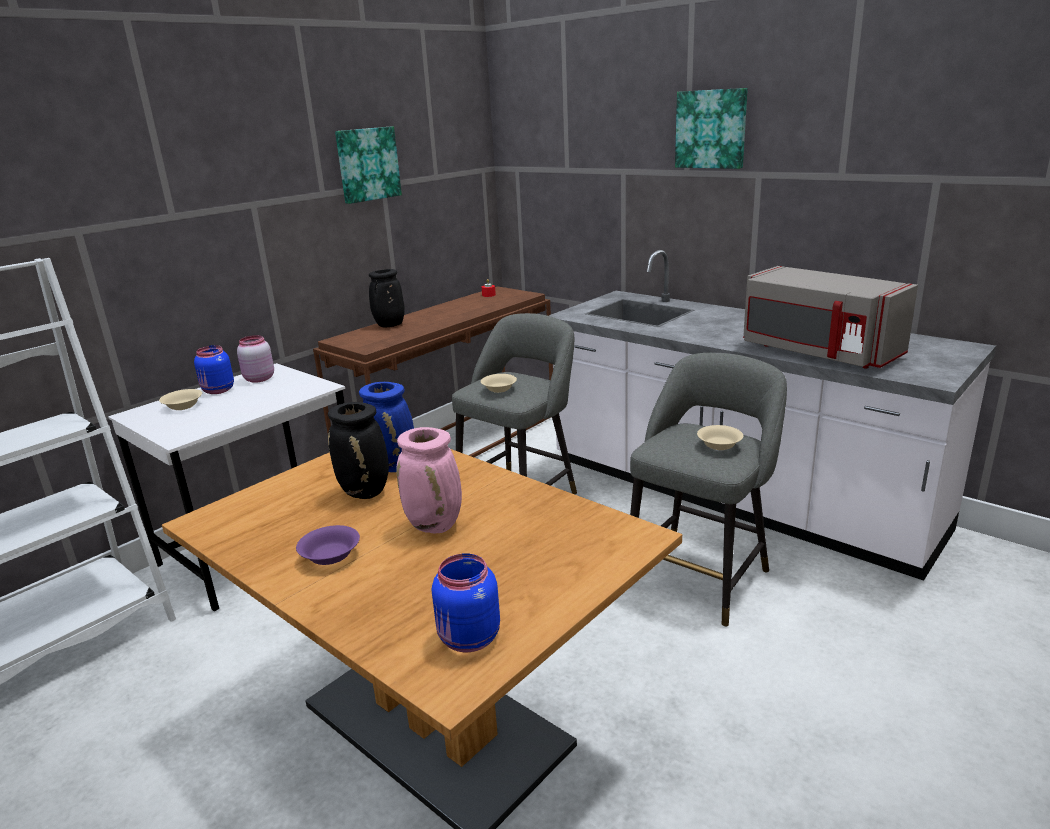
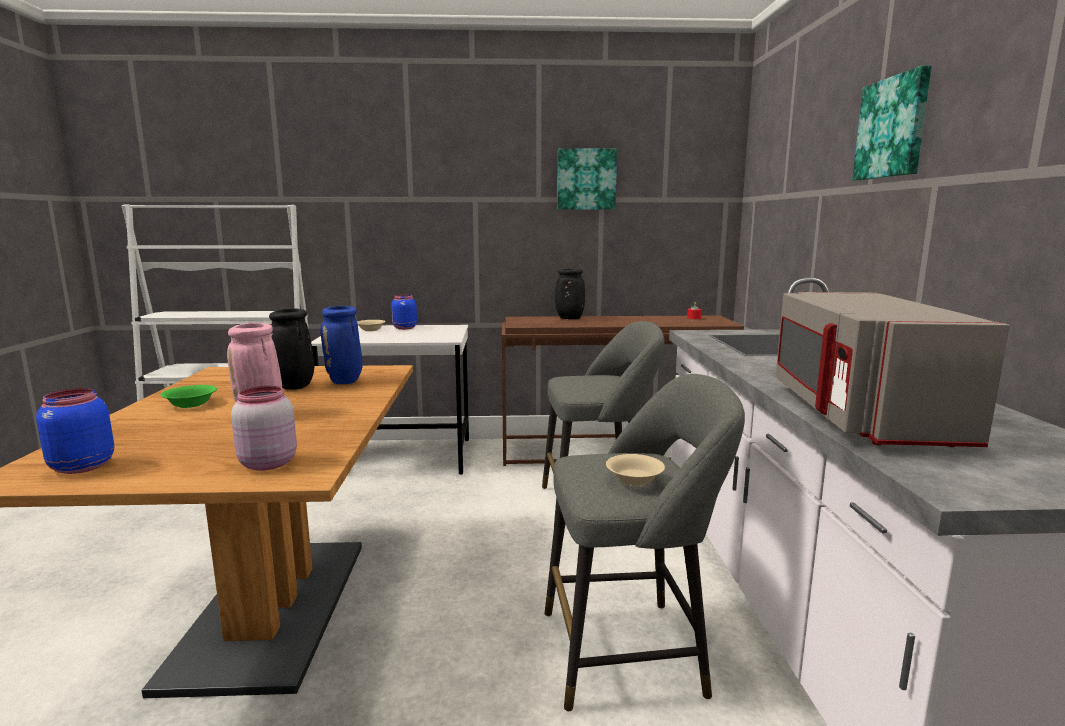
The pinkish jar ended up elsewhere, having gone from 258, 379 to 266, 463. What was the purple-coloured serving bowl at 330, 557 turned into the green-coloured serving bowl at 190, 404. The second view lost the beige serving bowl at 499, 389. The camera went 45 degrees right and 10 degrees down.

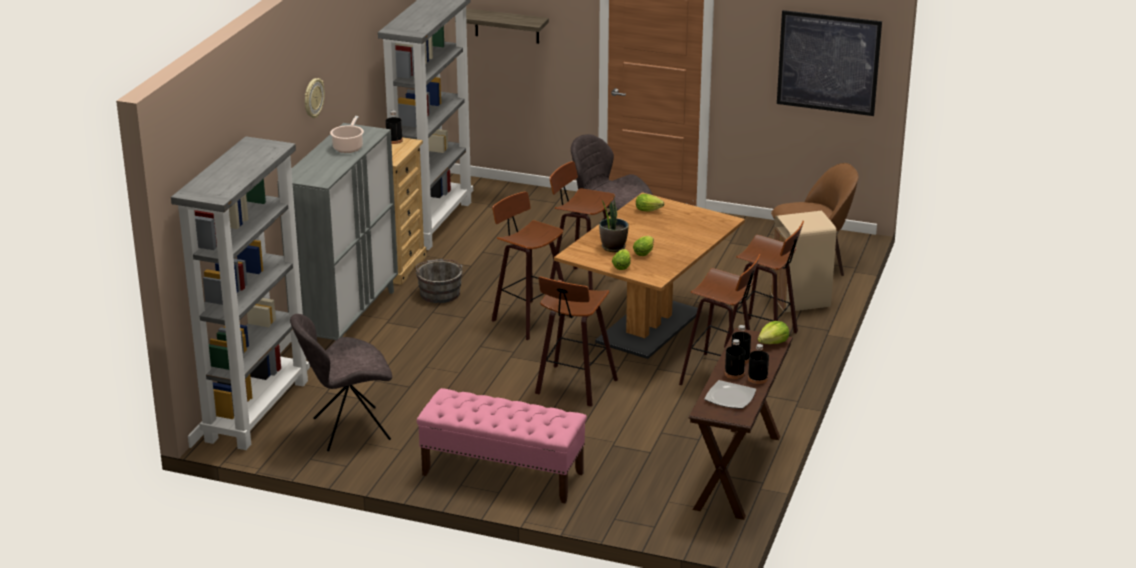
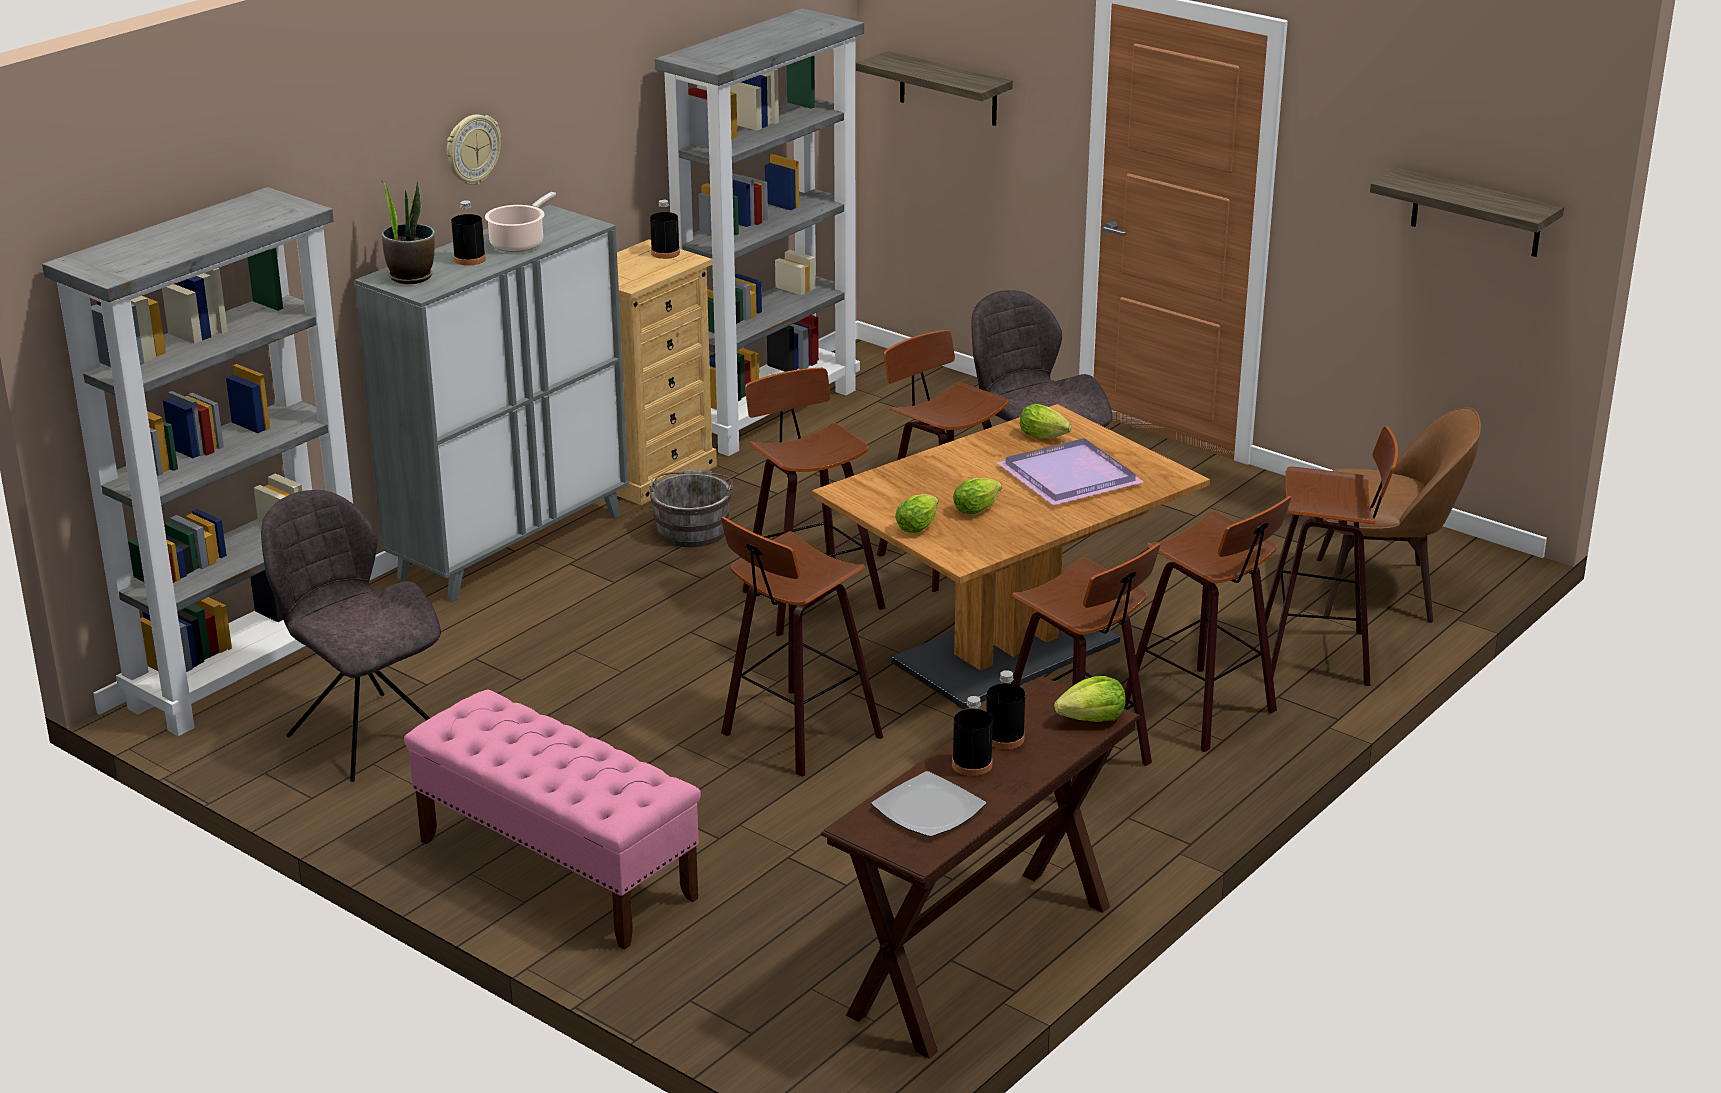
The gray plain chair at 348, 430 ended up facing another way, 45 degrees clockwise from before. The plant in a pot ended up elsewhere, having gone from 613, 247 to 411, 277. The black-coloured bottle ended up elsewhere, having gone from 757, 378 to 469, 259. Where the beige waste bin stood at 800, 301, the sitting stool came to stand at 1319, 655. Where the wall picture hung at 828, 62, the wall shelf came to hang at 1476, 213. The second view gained the purple-coloured serving tray at 1072, 477. The camera went 20 degrees right and 0 degrees up.

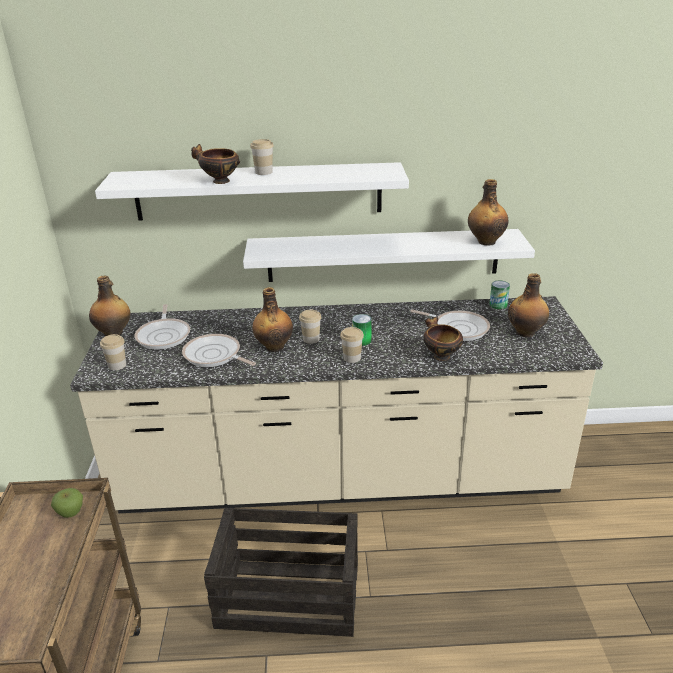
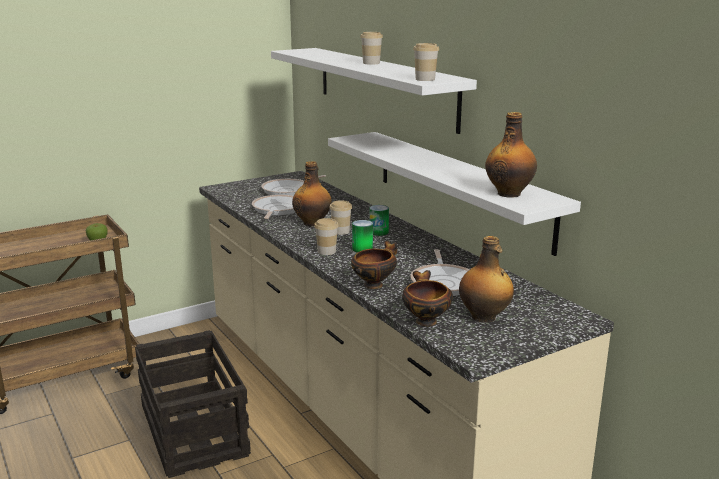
The second view lost the bottle at 114, 333. The cup ended up elsewhere, having gone from 117, 365 to 425, 79. The serving bowl ended up elsewhere, having gone from 219, 181 to 425, 320. The sealed can ended up elsewhere, having gone from 498, 305 to 379, 232. The camera went 60 degrees right and 10 degrees down.

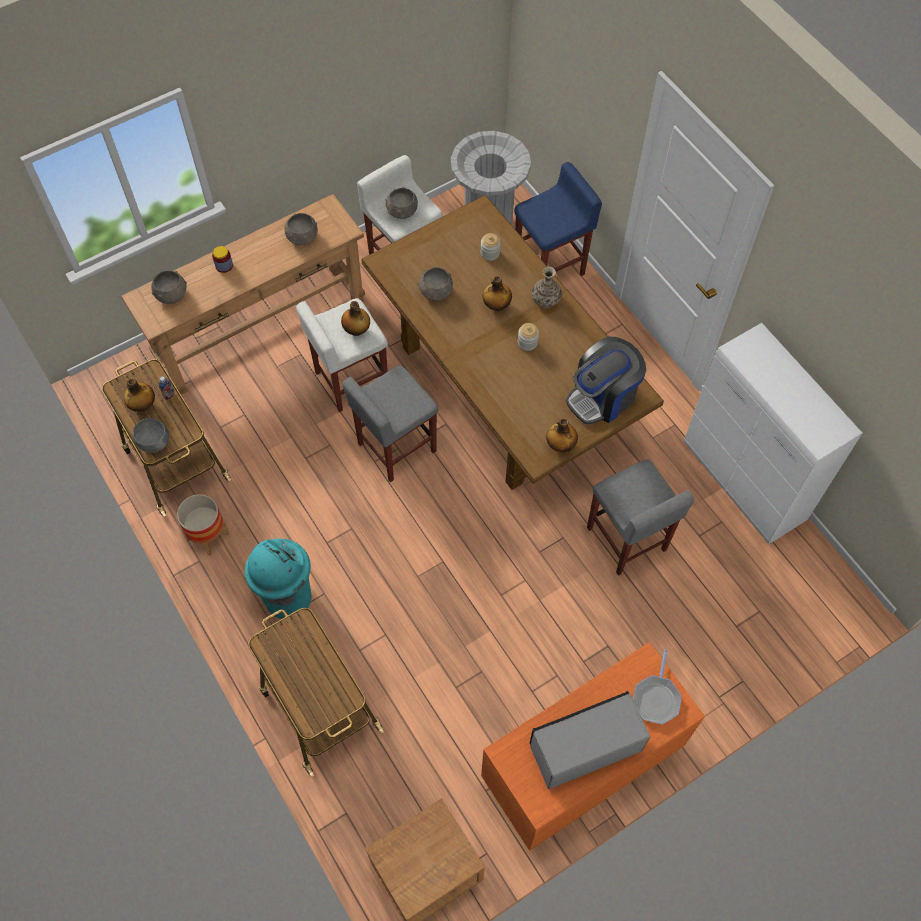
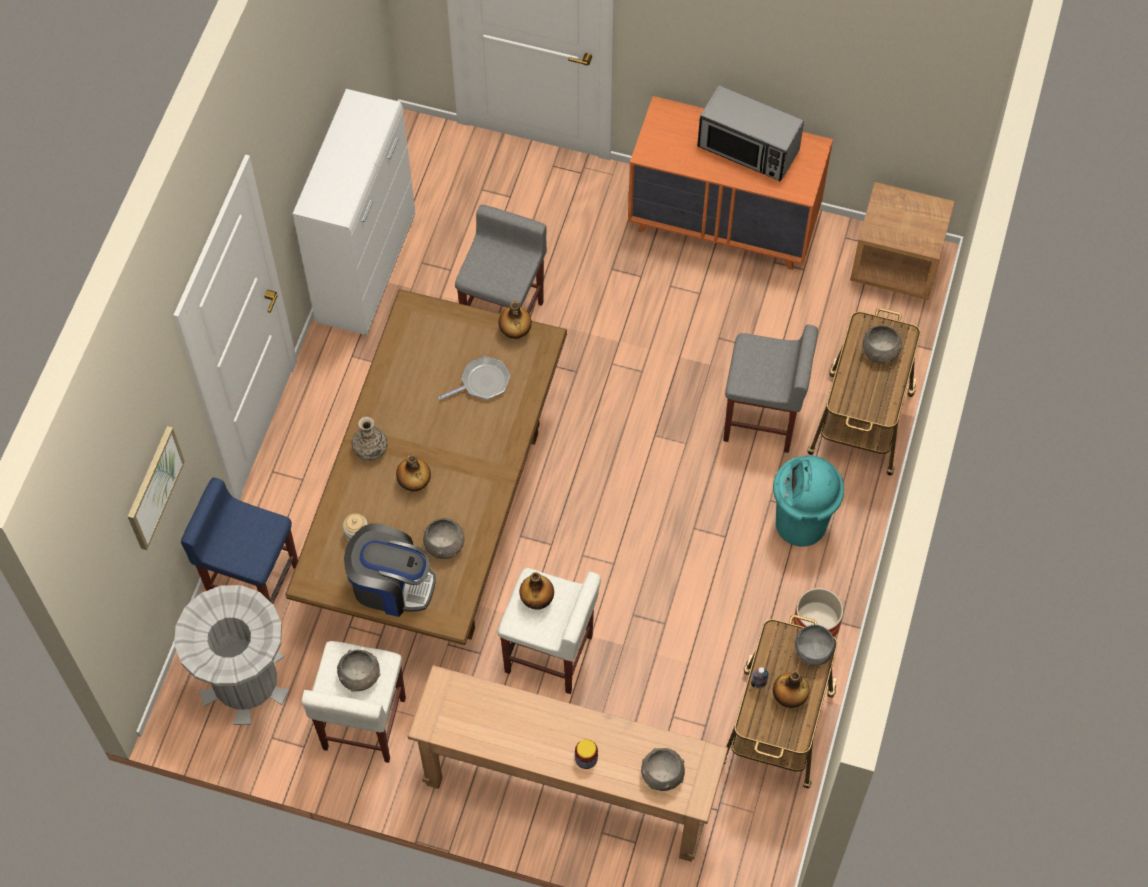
The gray serving bowl ended up elsewhere, having gone from 302, 237 to 880, 351. The gray sitting stool ended up elsewhere, having gone from 396, 448 to 762, 420. The second view lost the jar at 527, 342. The coffee maker ended up elsewhere, having gone from 603, 397 to 391, 585. The pan ended up elsewhere, having gone from 656, 698 to 482, 382. The second view gained the wall picture at 154, 487. The camera went 130 degrees left and 0 degrees up.

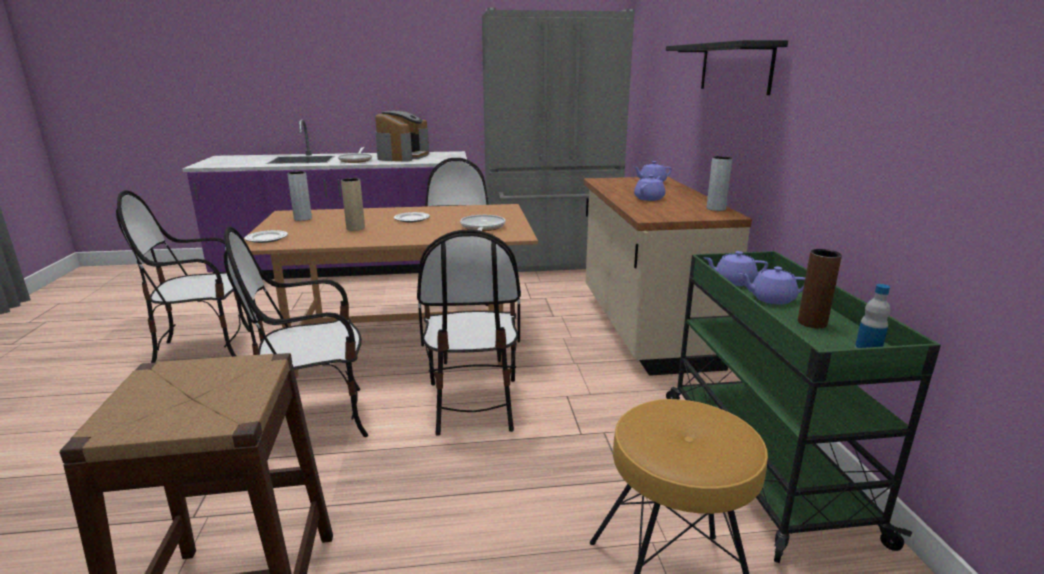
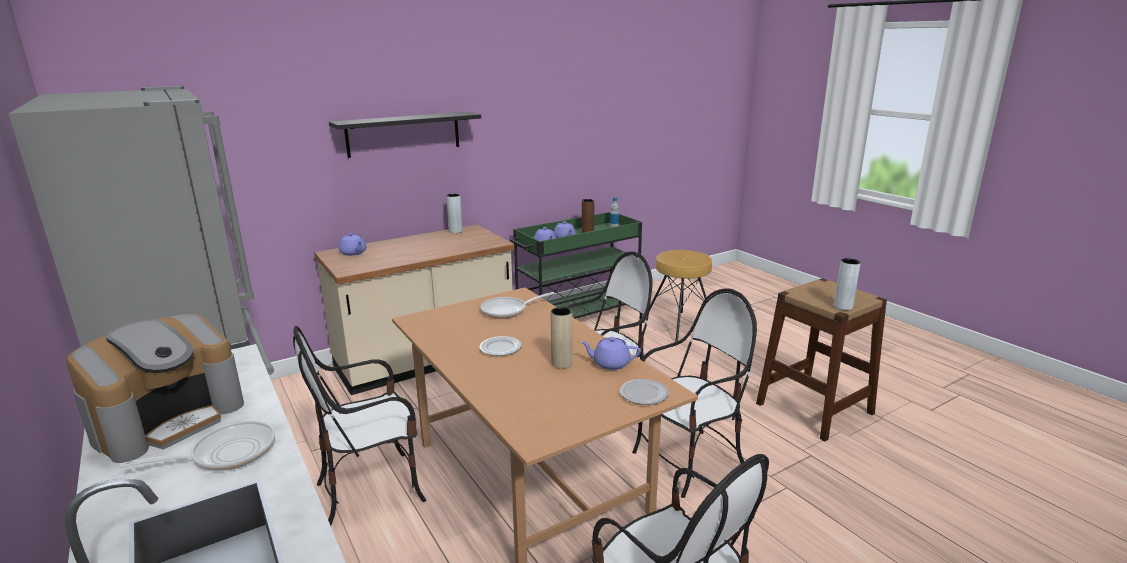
The plain chair at 315, 419 ended up facing another way, 75 degrees counterclockwise from before. The gray flower vase ended up elsewhere, having gone from 303, 218 to 843, 306. The coffee maker at 403, 156 ended up facing another way, 135 degrees clockwise from before. The purple-coloured tea pot ended up elsewhere, having gone from 649, 198 to 610, 363. The camera went 115 degrees left and 0 degrees up.

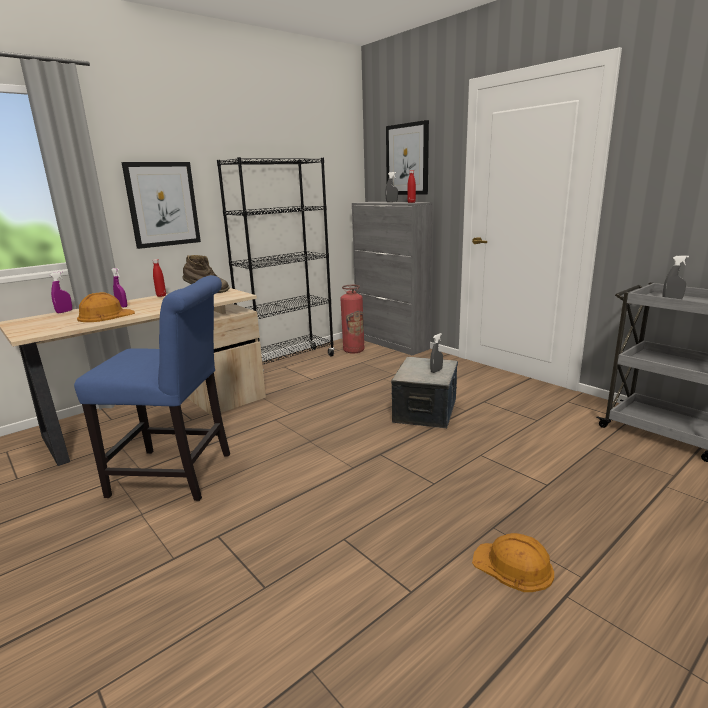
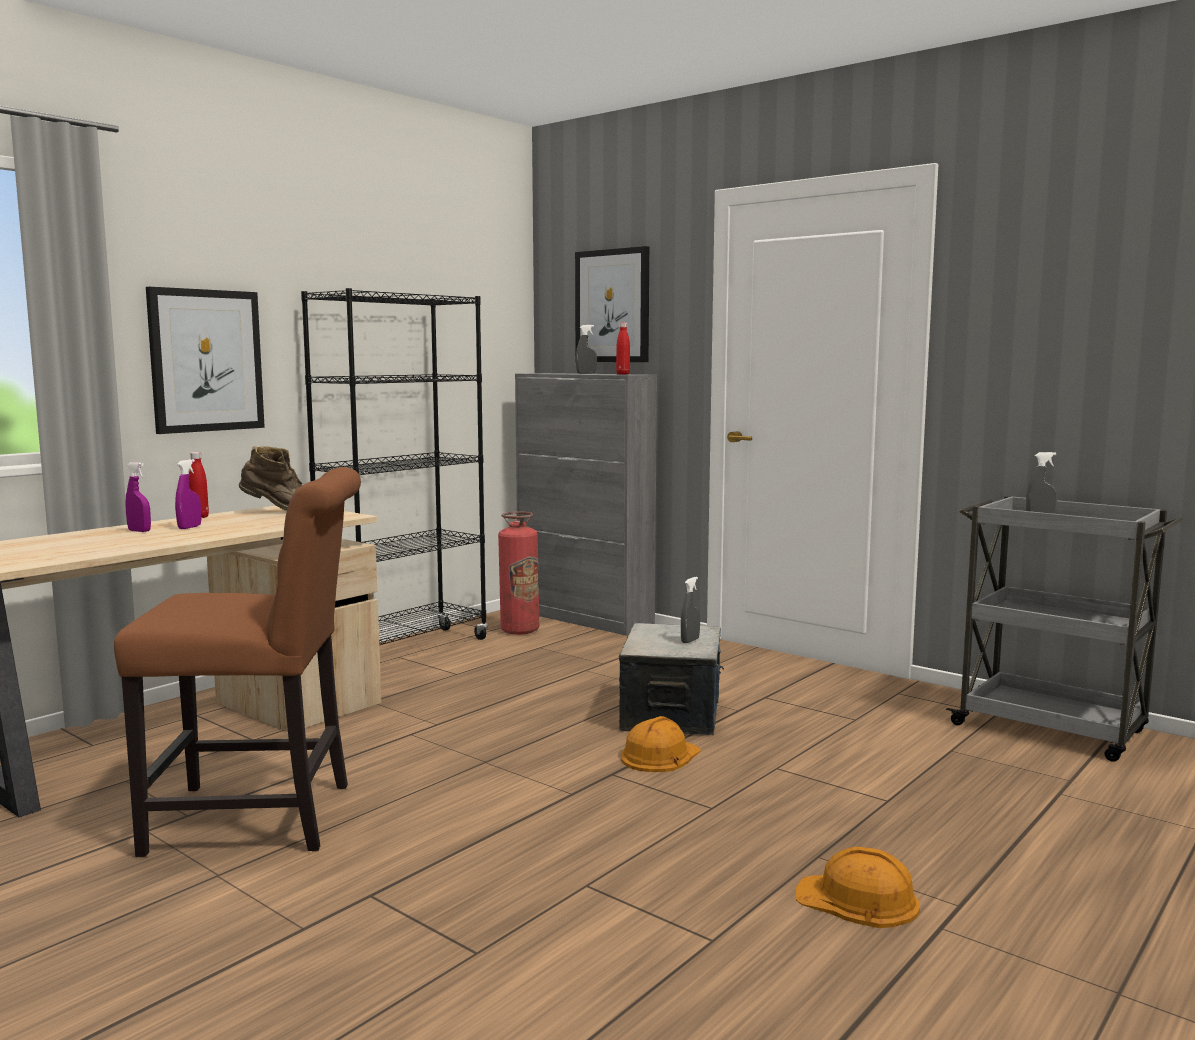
The purple-coloured spray bottle ended up elsewhere, having gone from 64, 312 to 189, 527. What was the blue plain chair at 178, 475 turned into the brown plain chair at 262, 819. The orange work helmet ended up elsewhere, having gone from 105, 315 to 659, 755. The camera went 10 degrees left and 10 degrees down.

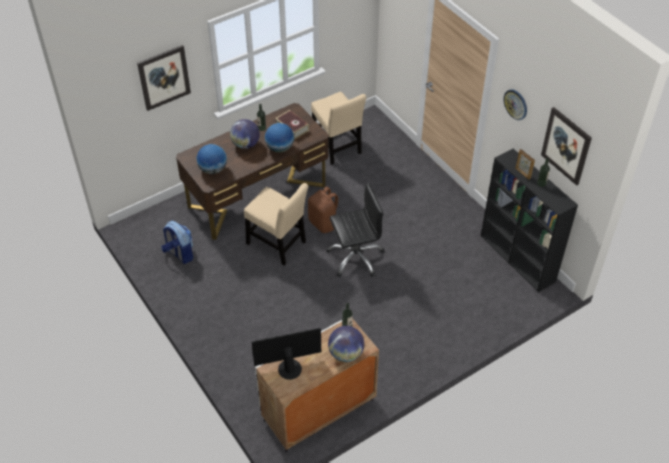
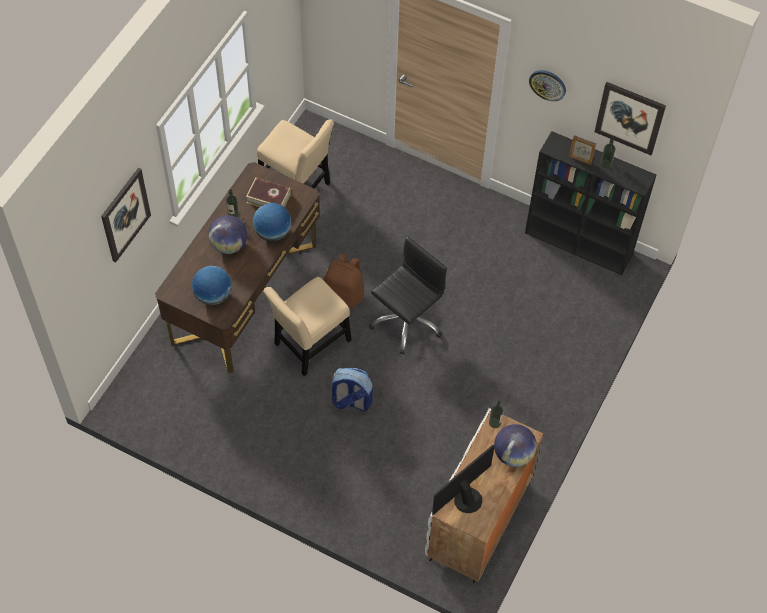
The knapsack ended up elsewhere, having gone from 179, 254 to 351, 401. The beige plain chair at 278, 244 ended up facing another way, 135 degrees clockwise from before. The camera went 30 degrees left and 10 degrees up.

